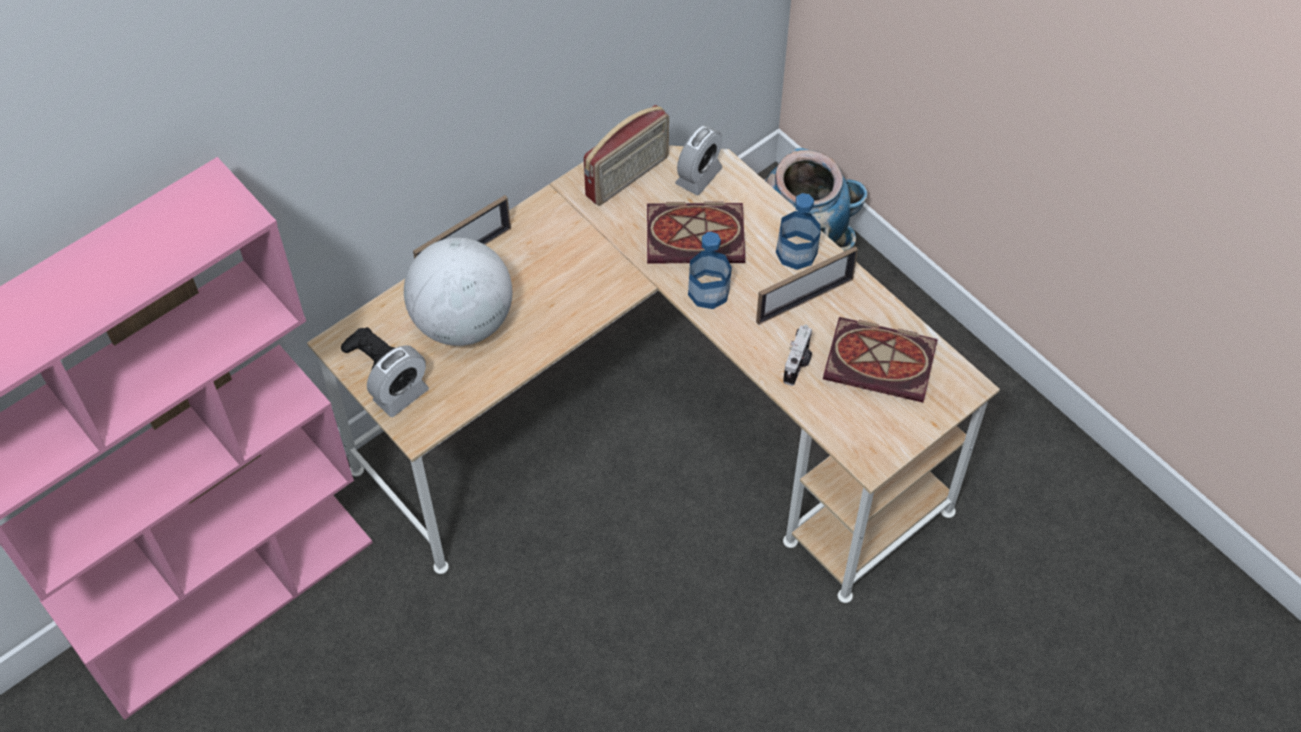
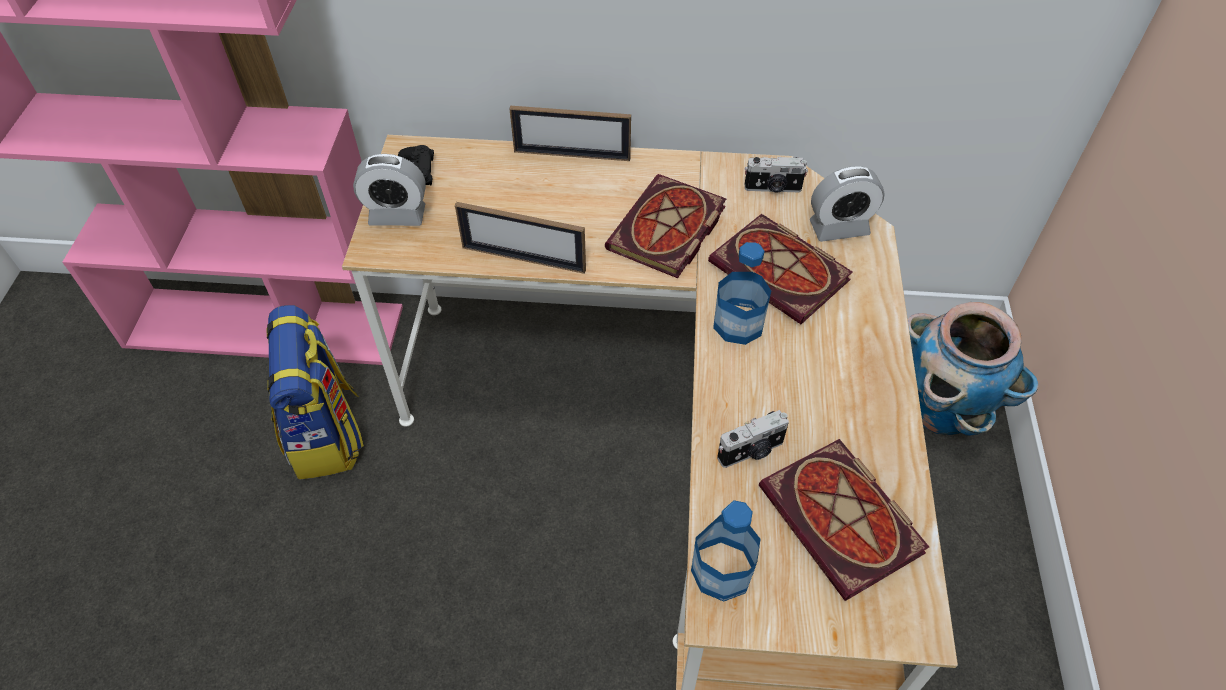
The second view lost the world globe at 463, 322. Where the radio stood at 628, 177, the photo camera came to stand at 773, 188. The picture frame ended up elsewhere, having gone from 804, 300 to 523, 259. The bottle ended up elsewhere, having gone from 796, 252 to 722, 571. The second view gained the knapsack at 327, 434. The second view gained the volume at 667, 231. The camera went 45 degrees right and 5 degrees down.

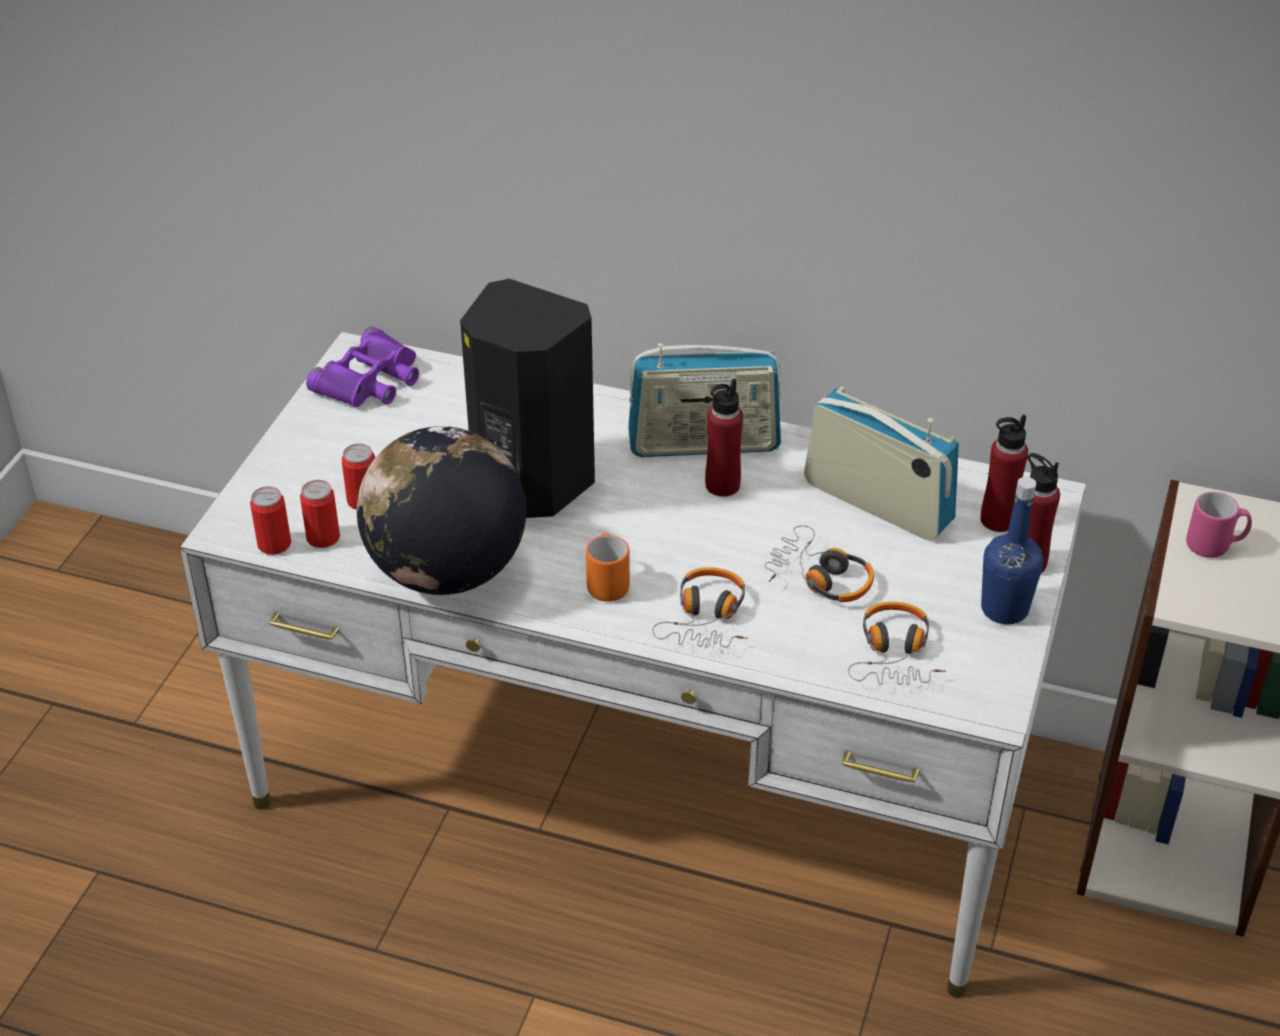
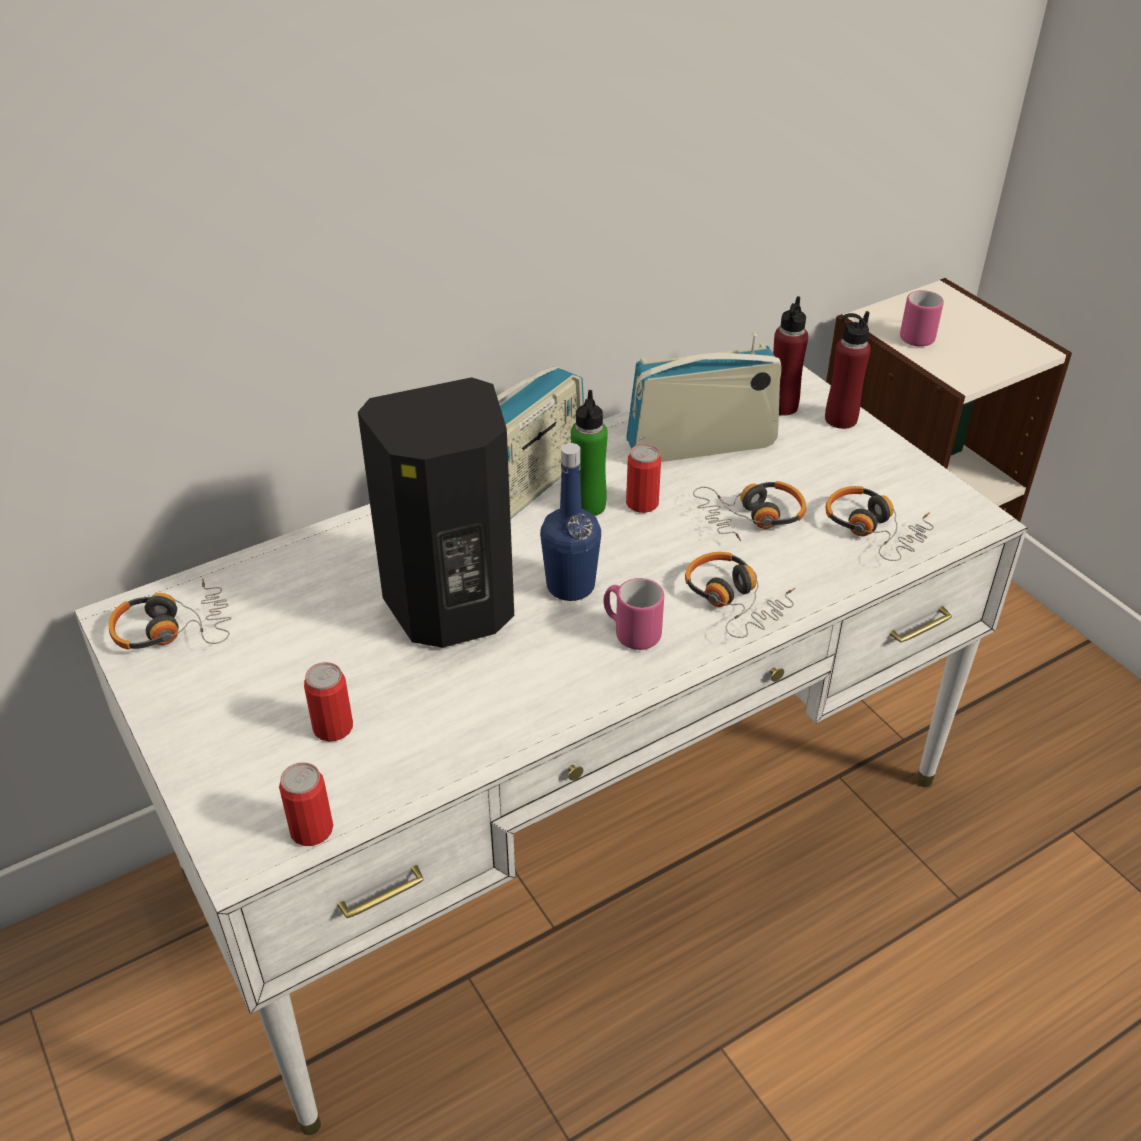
The sealed can ended up elsewhere, having gone from 323, 537 to 642, 503. Where the purple-coloured field glasses stood at 371, 380, the headphones came to stand at 173, 628. The second view lost the world globe at 446, 571. What was the orange tea mug at 607, 583 turned into the pinkish tea mug at 630, 632. What was the red bottle at 722, 485 turned into the green-coloured bottle at 588, 506. The blue bottle ended up elsewhere, having gone from 1004, 609 to 570, 586. The camera went 50 degrees left and 0 degrees up.

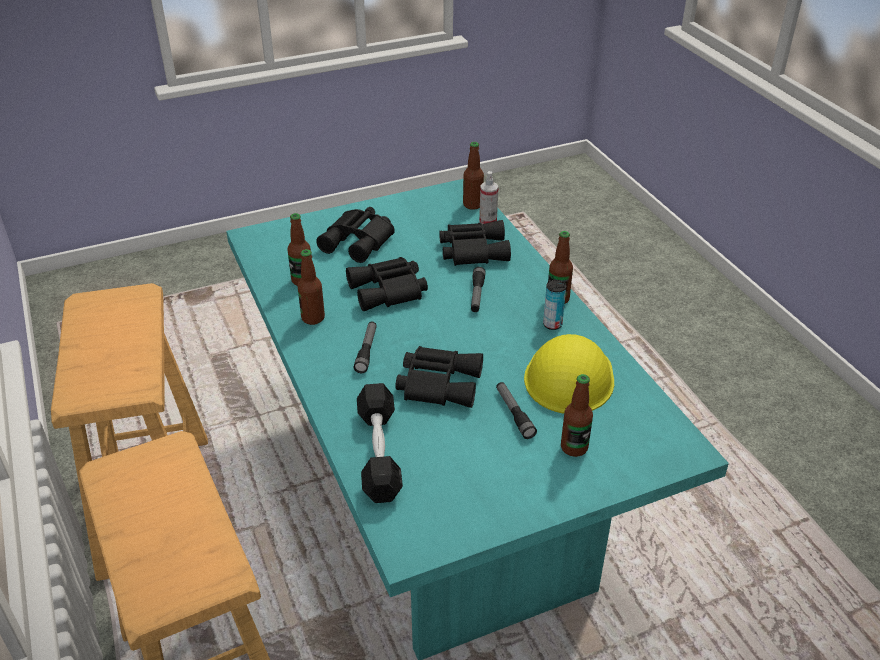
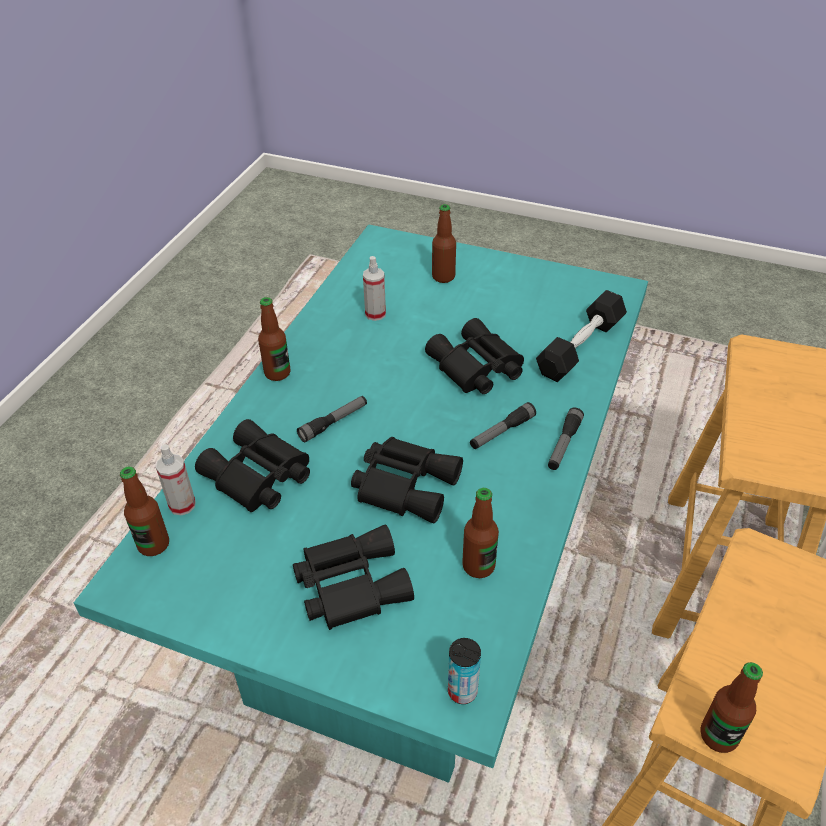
The bottle ended up elsewhere, having gone from 313, 318 to 718, 736. The torch ended up elsewhere, having gone from 514, 414 to 564, 444. Where the yellowish work helmet stood at 569, 377, the spray bottle came to stand at 375, 314. The sealed can ended up elsewhere, having gone from 552, 324 to 462, 691. The camera went 135 degrees left and 5 degrees up.

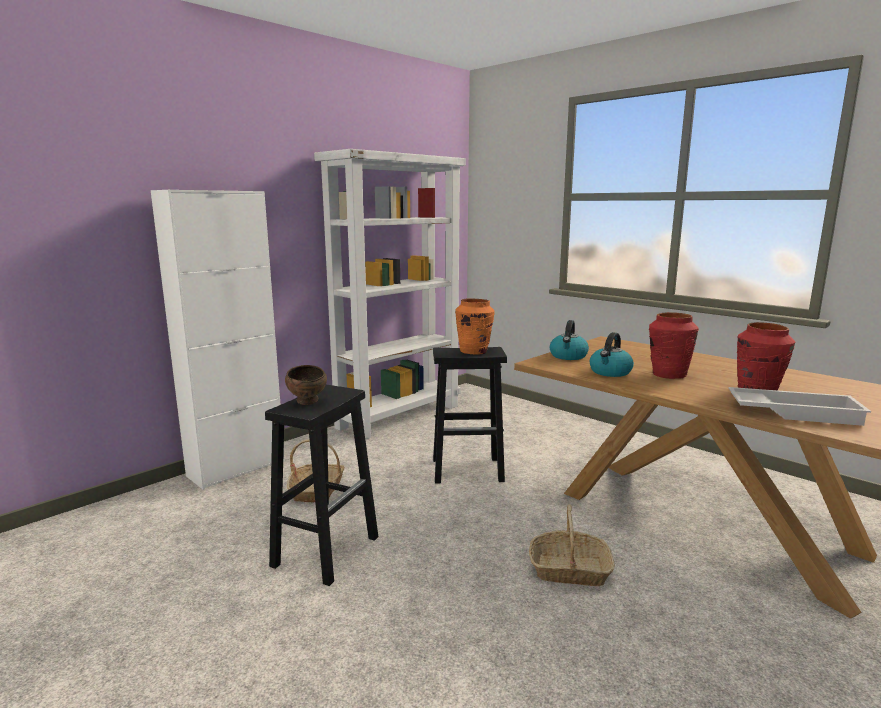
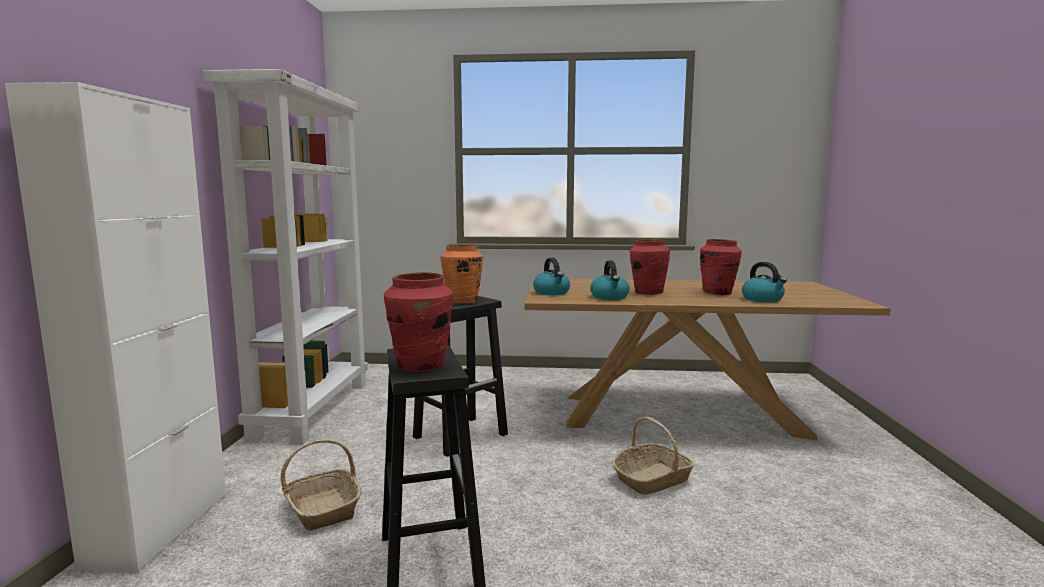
Where the brown serving bowl stood at 308, 402, the red flower vase came to stand at 421, 365. Where the white-coloured serving tray stood at 793, 412, the kettle came to stand at 763, 299. The camera went 40 degrees left and 5 degrees down.

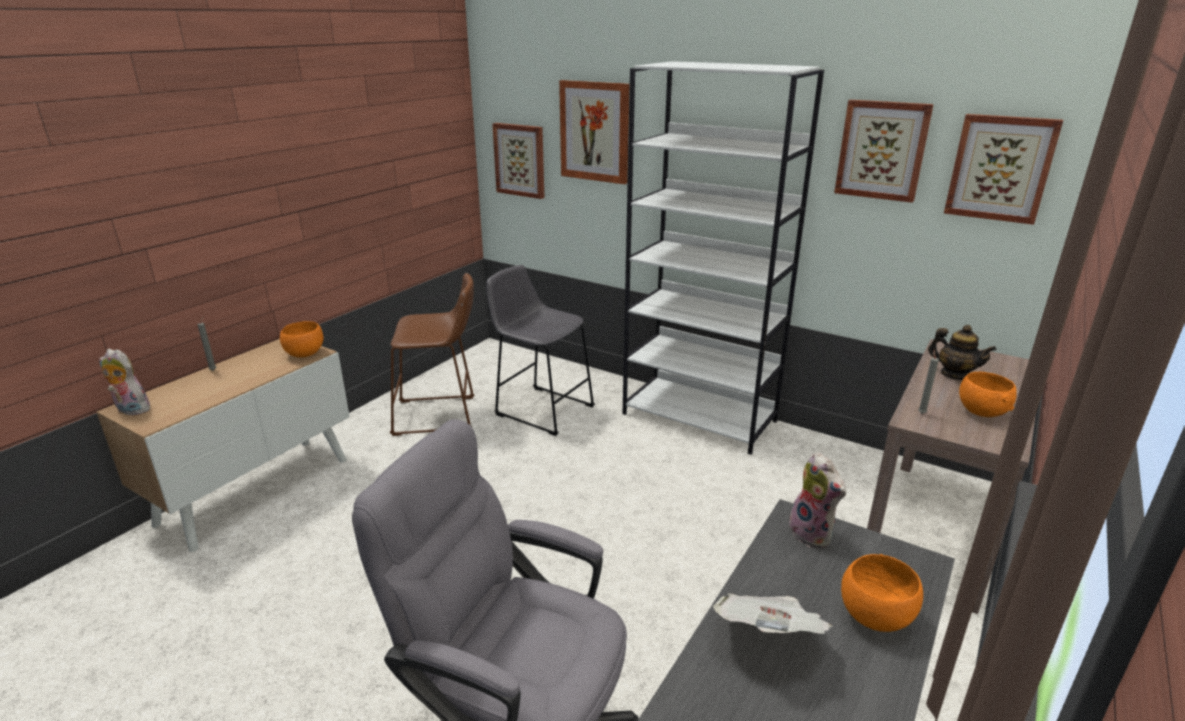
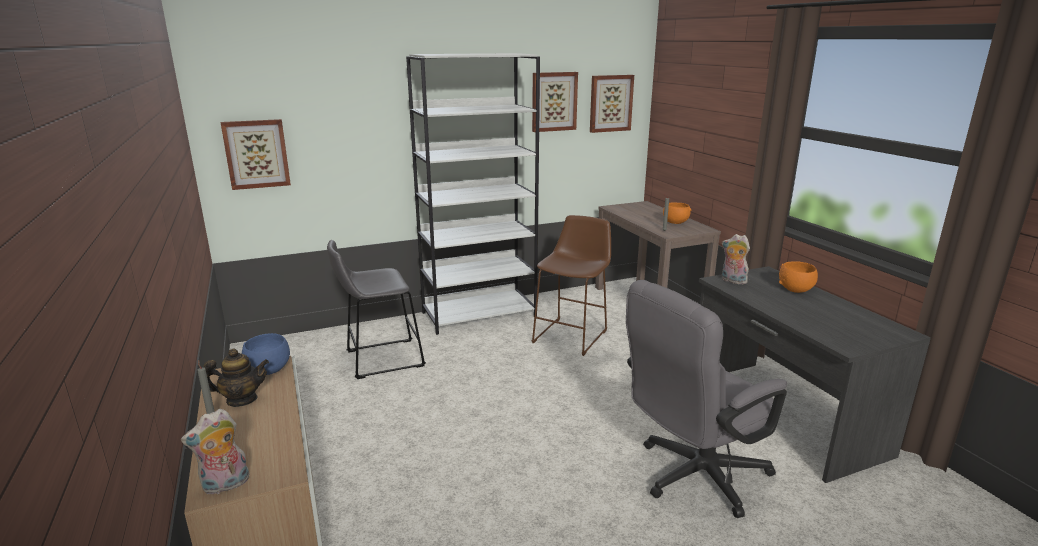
What was the orange serving bowl at 305, 354 turned into the blue serving bowl at 269, 370. The brown sitting stool ended up elsewhere, having gone from 440, 416 to 572, 335. The second view lost the wall picture at 594, 131. The second view lost the daily paper at 768, 635. The soft toy at 813, 534 ended up facing another way, 150 degrees counterclockwise from before. The tea pot ended up elsewhere, having gone from 955, 375 to 241, 400. The camera went 55 degrees left and 5 degrees down.

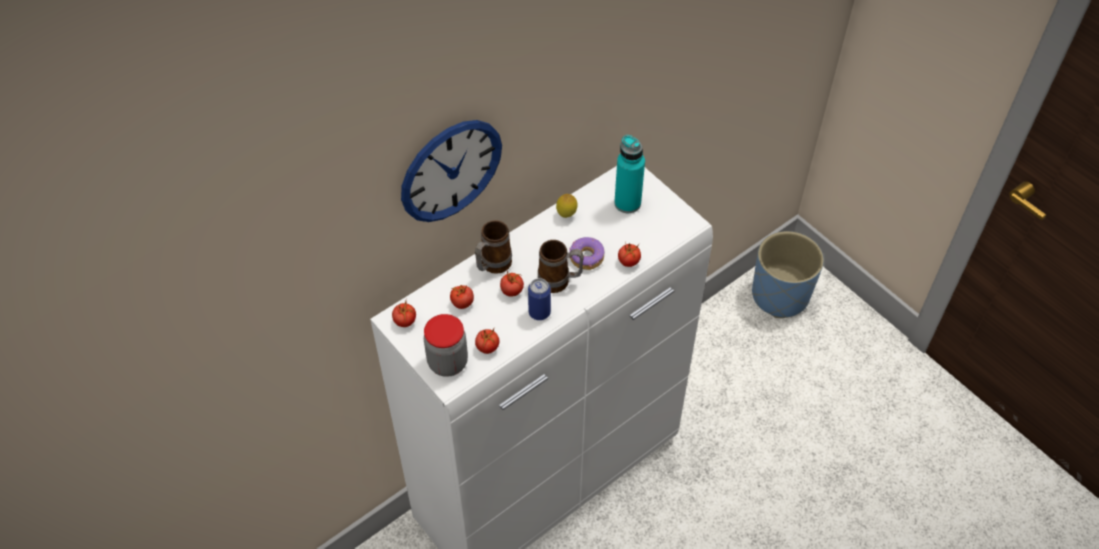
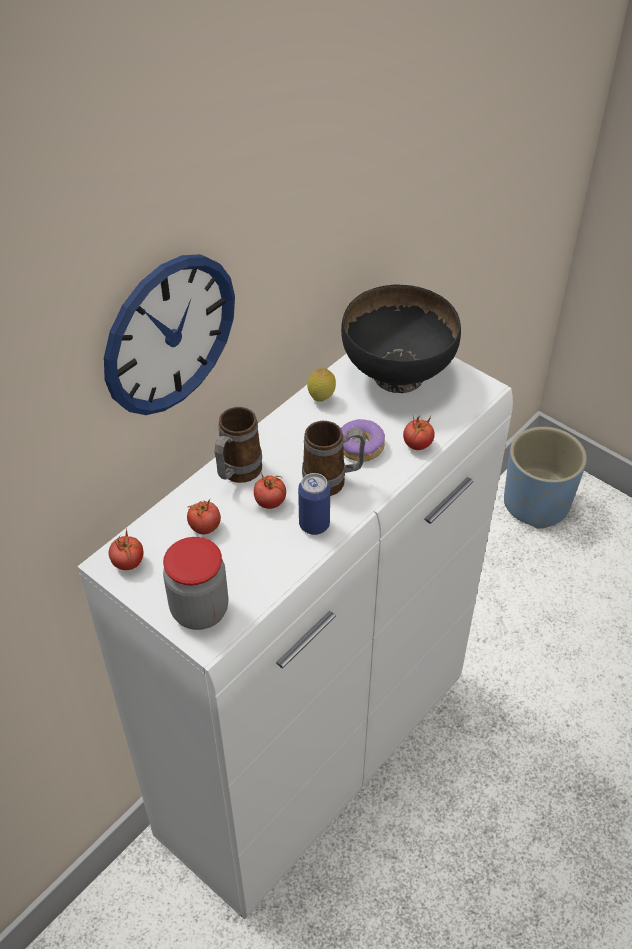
The second view lost the tomato at 487, 348. Where the blue-green bottle stood at 627, 203, the black-coloured serving bowl came to stand at 396, 375. The camera went 10 degrees left and 5 degrees down.

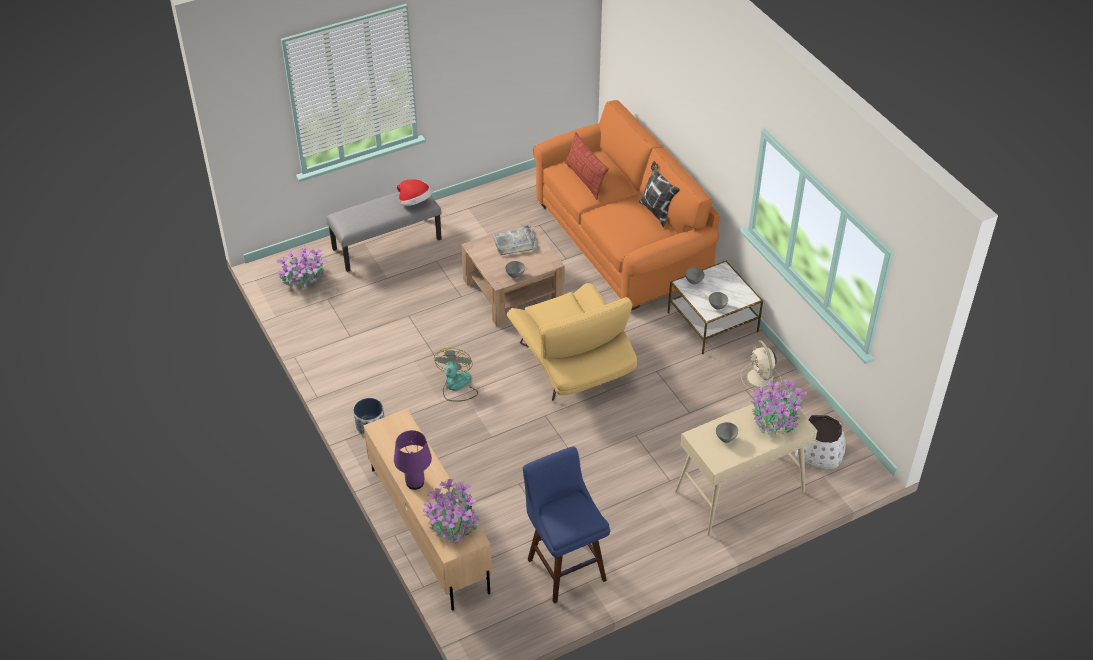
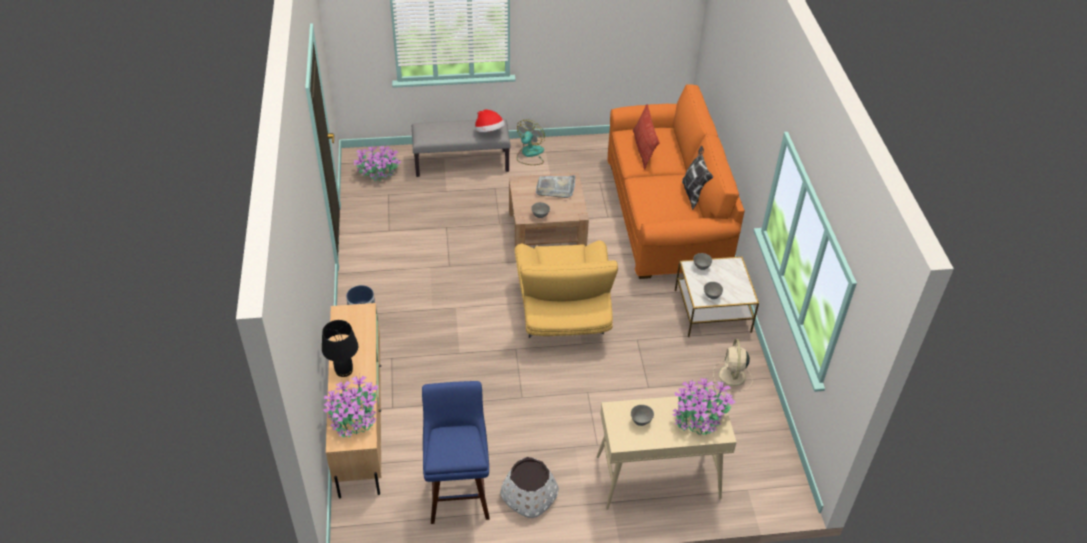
What was the purple-coloured lamp for a table at 415, 482 turned into the black-coloured lamp for a table at 344, 370. The cooling fan ended up elsewhere, having gone from 456, 386 to 529, 154. The white-coloured flower pot ended up elsewhere, having gone from 818, 452 to 529, 495. The camera went 20 degrees right and 0 degrees up.

